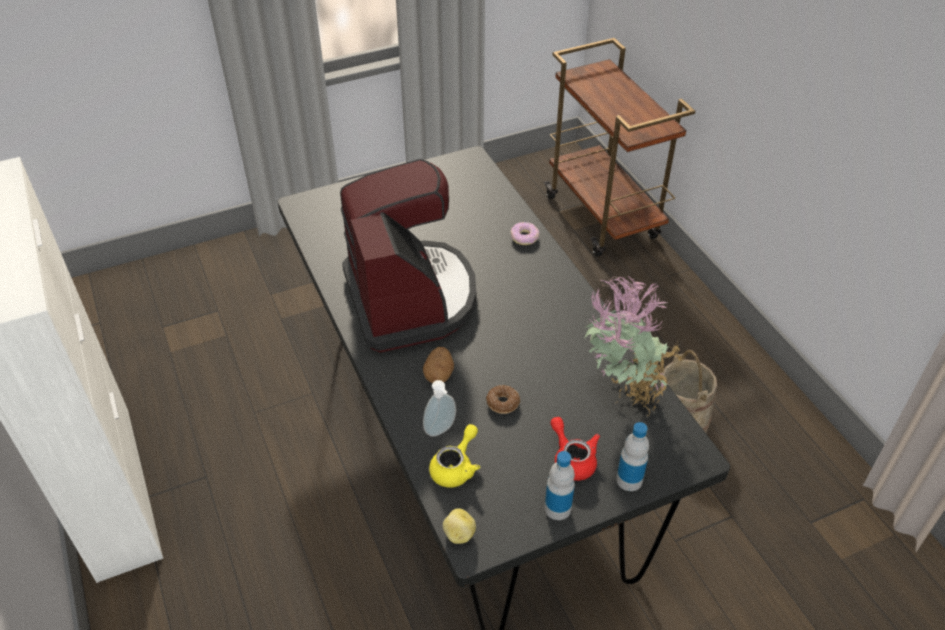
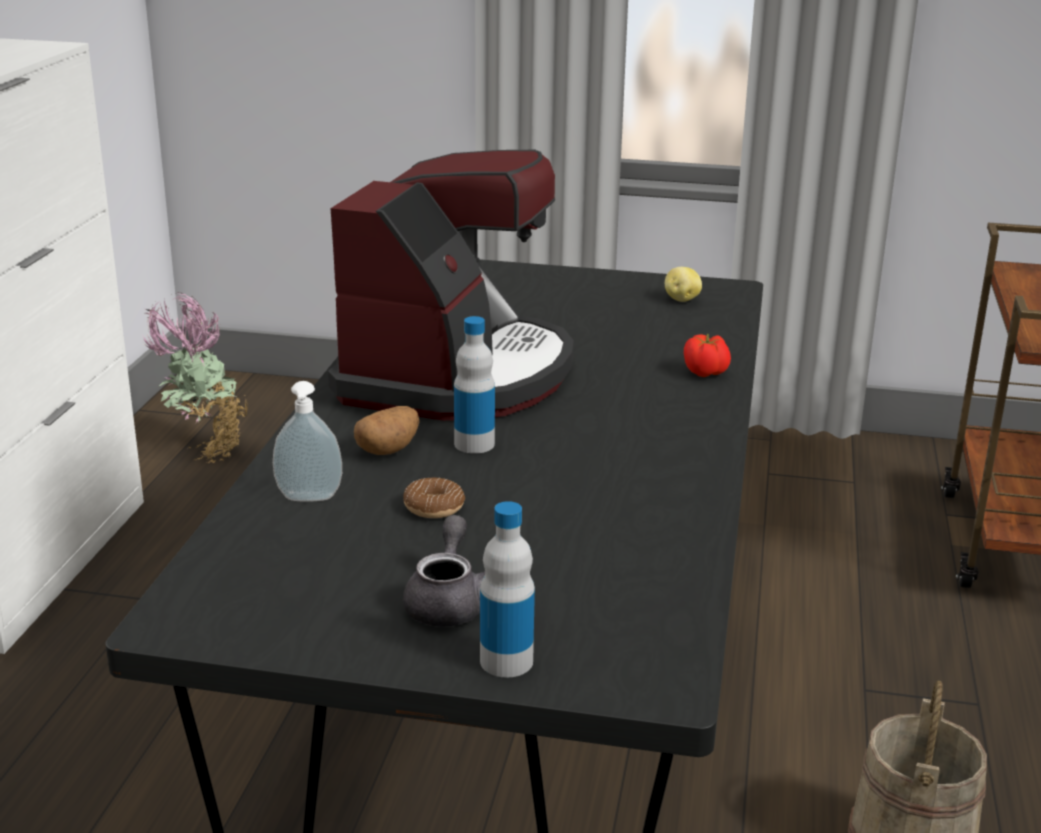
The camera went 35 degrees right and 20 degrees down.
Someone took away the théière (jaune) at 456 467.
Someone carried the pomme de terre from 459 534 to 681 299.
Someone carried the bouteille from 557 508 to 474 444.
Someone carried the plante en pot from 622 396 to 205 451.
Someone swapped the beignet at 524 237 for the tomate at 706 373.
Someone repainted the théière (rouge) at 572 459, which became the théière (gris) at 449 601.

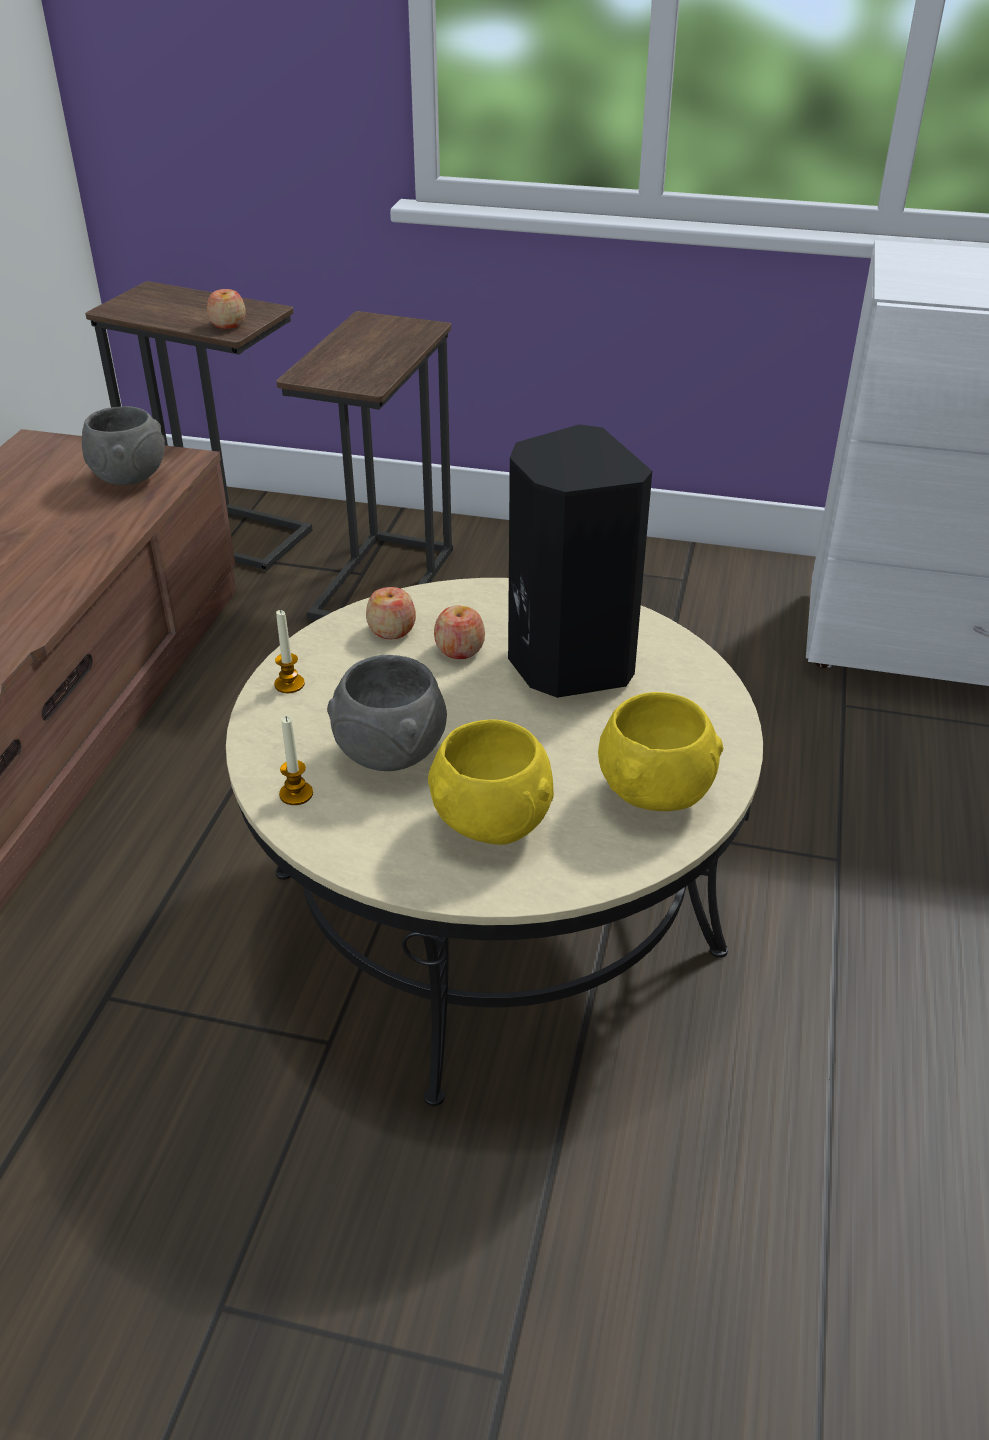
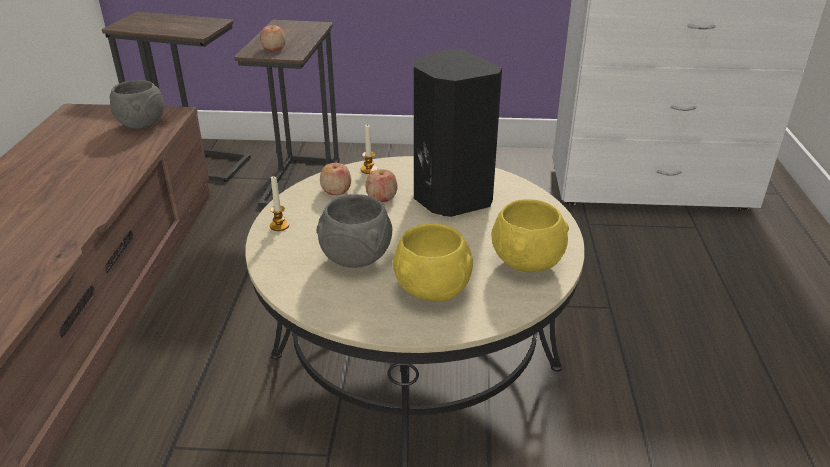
The camera went 10 degrees left and 5 degrees down.
Someone carried the pomme from 228 324 to 274 48.
Someone carried the bougie from 296 794 to 369 170.

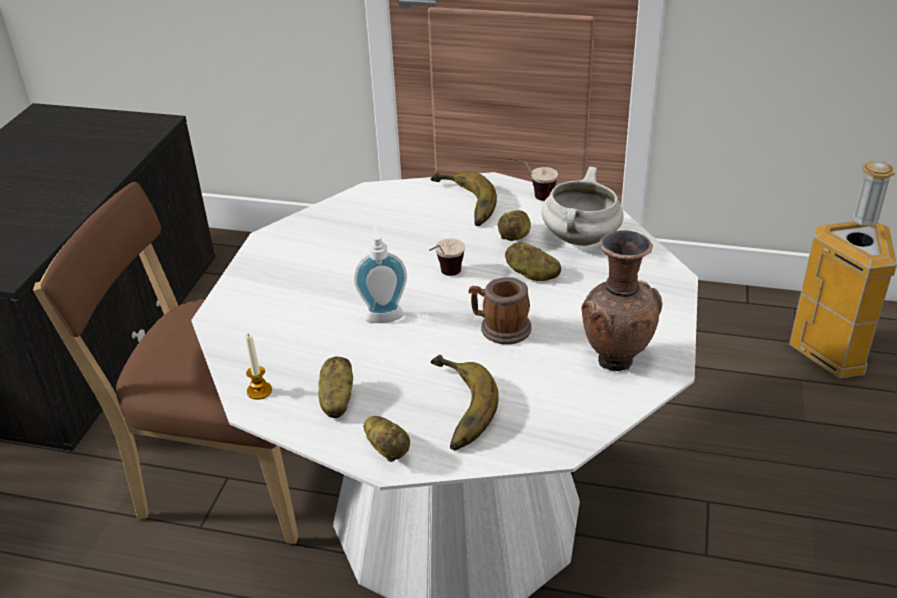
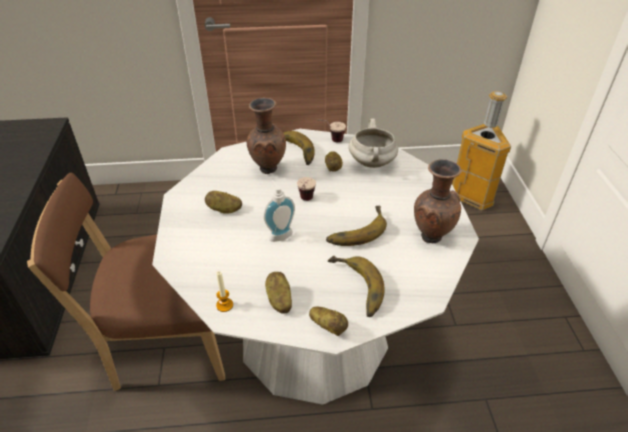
The camera went 20 degrees left and 5 degrees up.
Someone put down the vase (marron) at 267 168.
Someone carried the pomme de terre from 532 275 to 224 210.
Someone swapped the mug at 500 328 for the banane at 355 229.

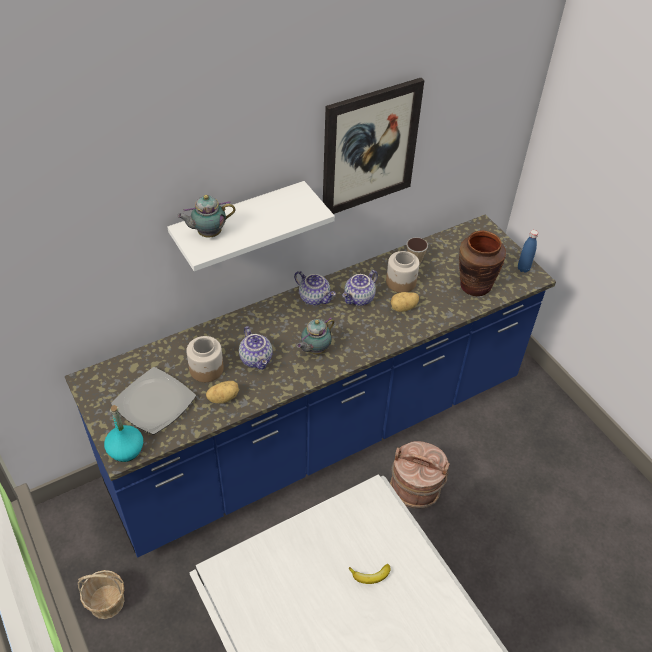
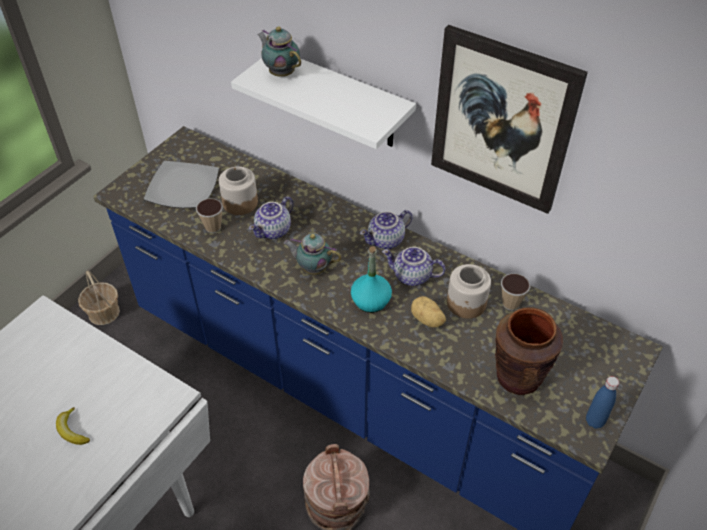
The camera went 65 degrees right and 0 degrees up.
Someone carried the bouteille (turquoise) from 126 450 to 370 301.
Someone swapped the pomme de terre at 223 397 for the tasse at 213 227.
Someone rotated the théière at 315 298 by 45 degrees clockwise.

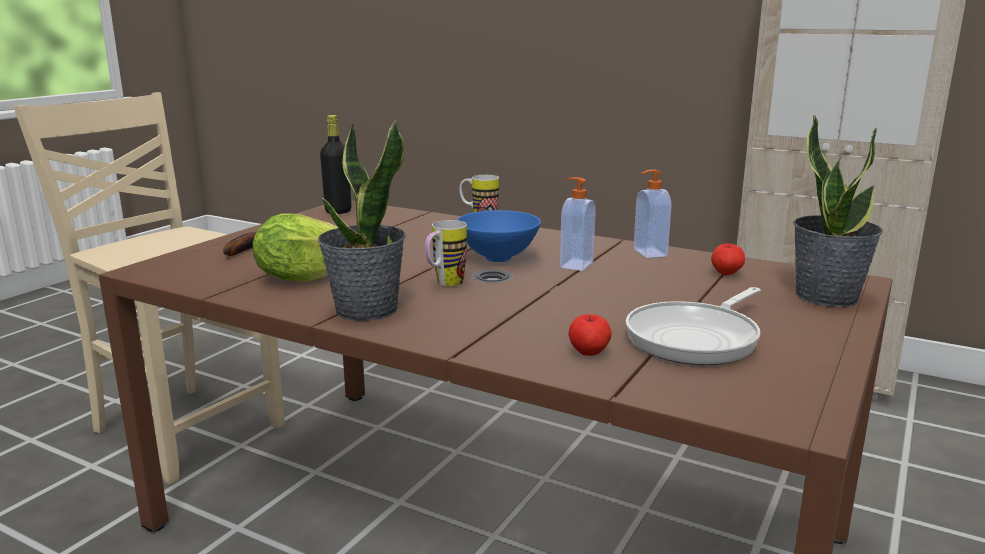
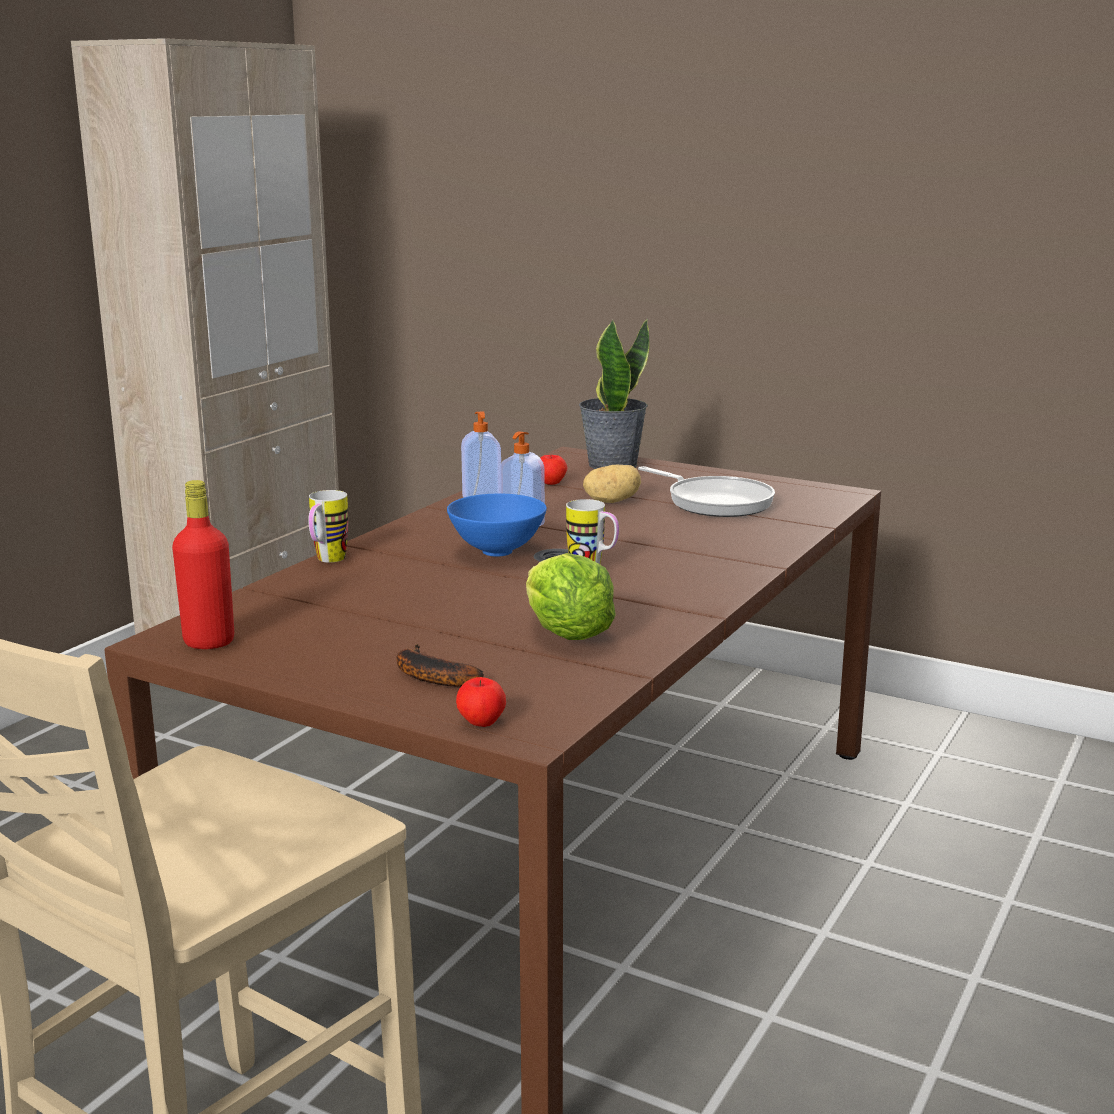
The camera went 90 degrees left and 0 degrees up.
Someone took away the plante en pot at 366 310.
Someone put down the pomme de terre at 611 501.
Someone carried the pomme from 589 352 to 481 722.
Someone repainted the bouteille (noir) at 338 211, which became the bouteille (rouge) at 209 642.

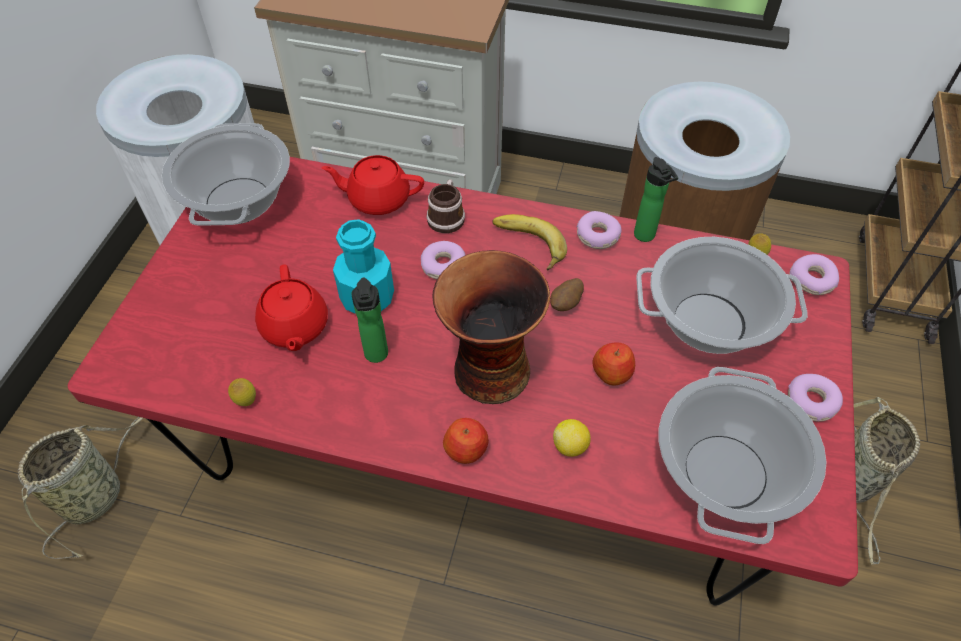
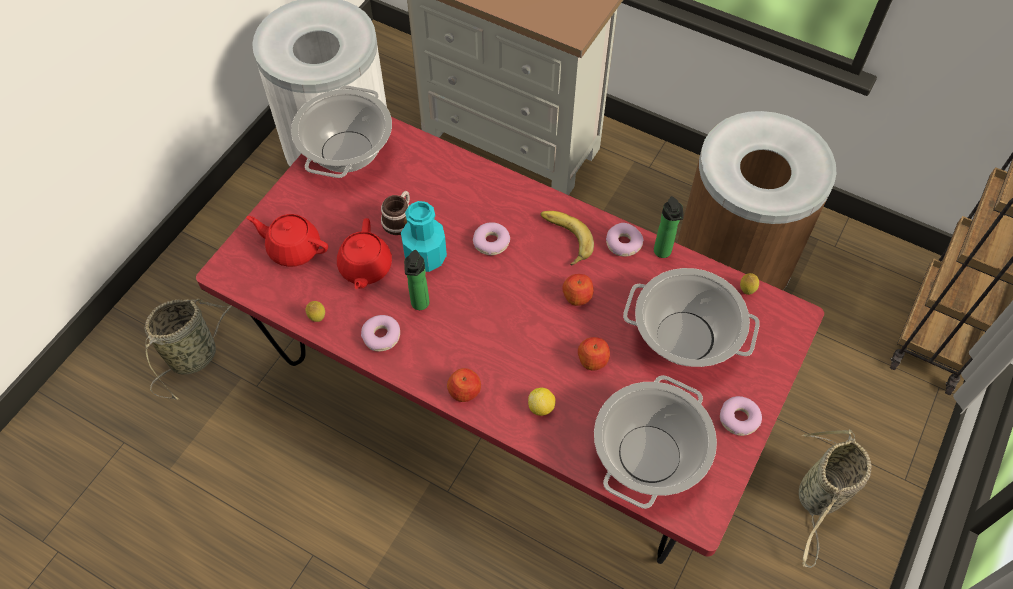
The camera went 15 degrees right and 5 degrees up.
Someone took away the vase at 488 371.
Someone carried the théière (rouge) from 378 199 to 293 248.
Someone carried the mug from 447 216 to 400 219.
Someone carried the beignet from 812 280 to 382 336.
Someone swapped the pomme de terre at 566 304 for the pomme at 577 296.

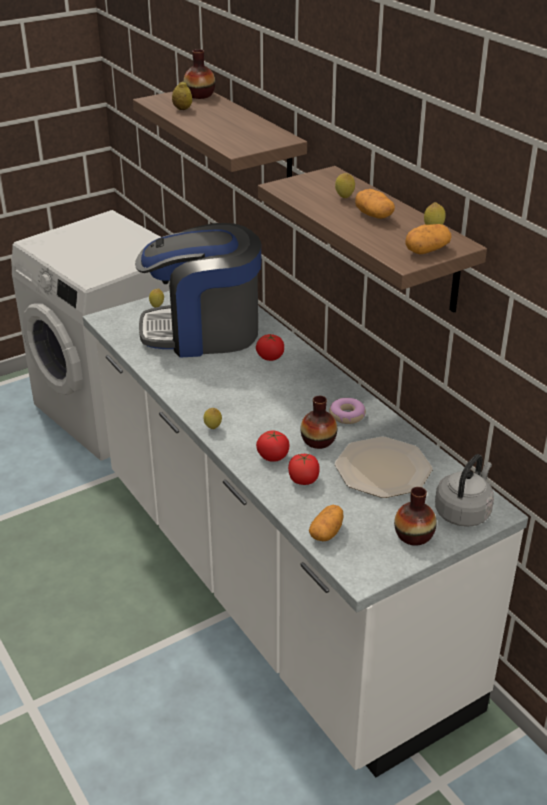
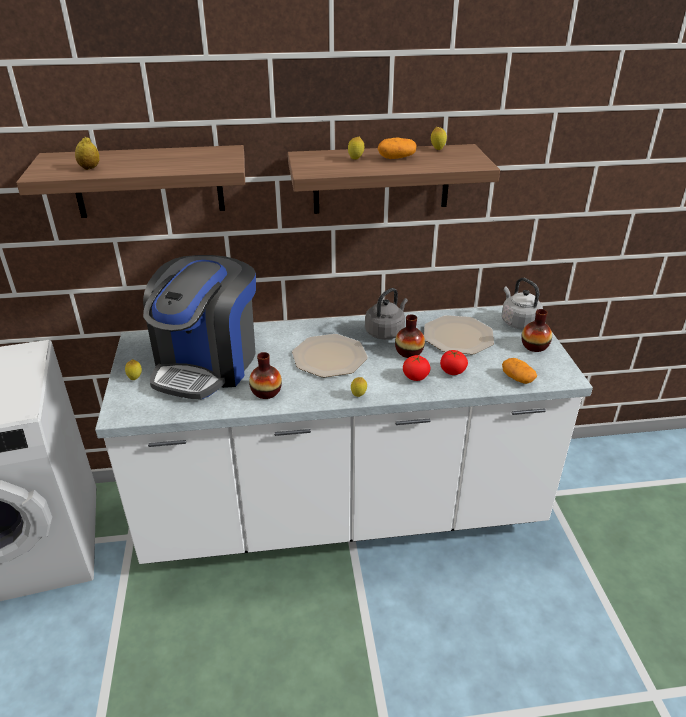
The camera went 65 degrees left and 0 degrees up.
Someone took away the tomate at 270 357.
Someone took away the pomme de terre at 426 250.
Someone put down the assiette at 328 357.
Someone carried the vase from 200 95 to 266 392.
Someone swapped the beignet at 347 415 for the bouilloire (gris) at 386 332.

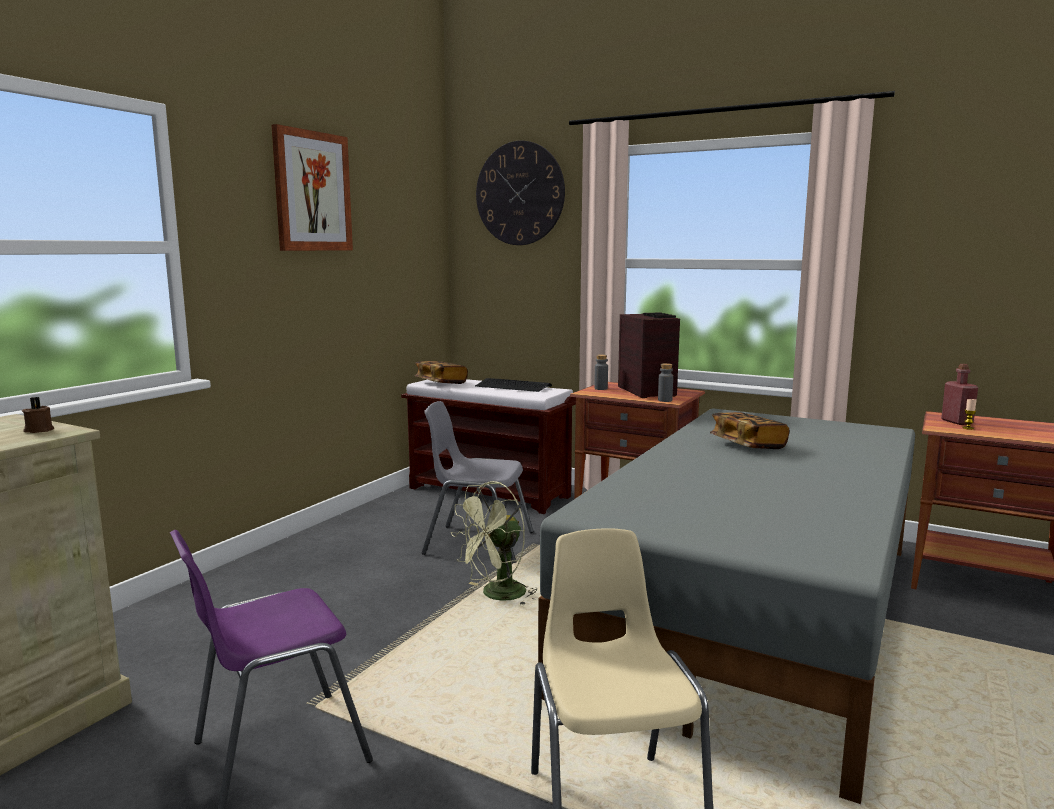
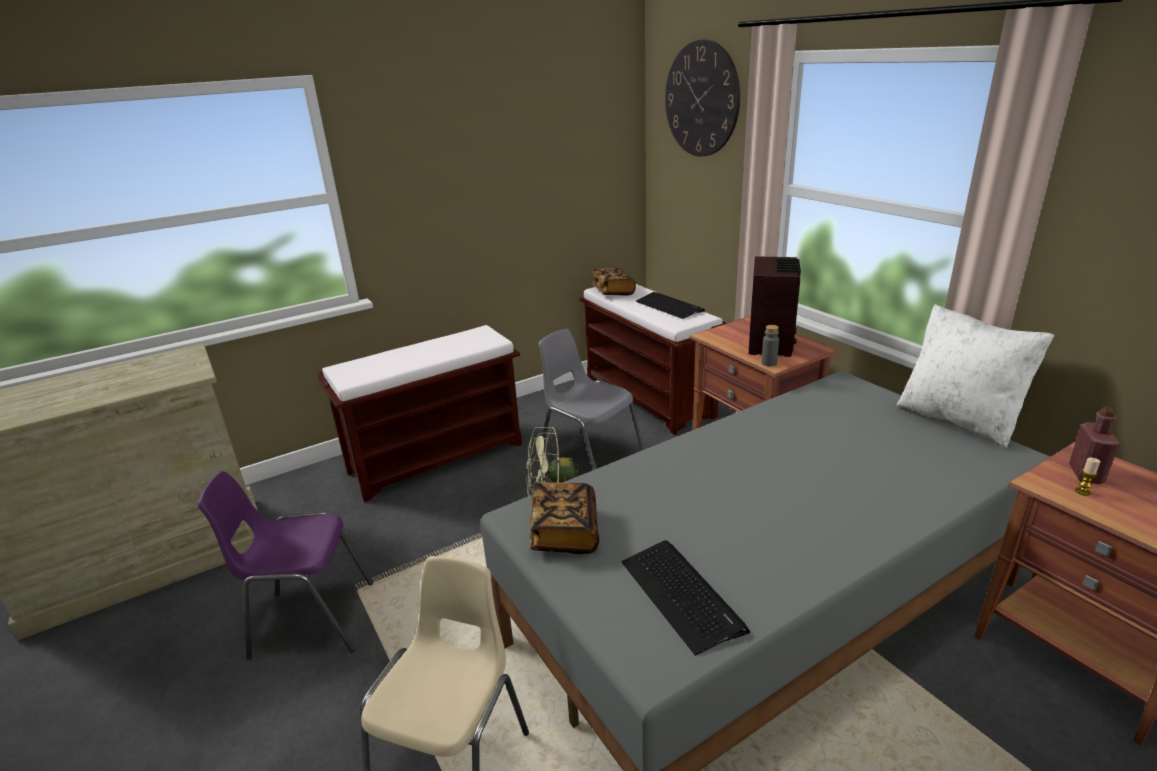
The camera went 30 degrees right and 15 degrees up.
Someone took away the bougie (marron) at 39 430.
Someone took away the tableau at 312 191.
Someone took away the bouteille (gris) at 601 388.
Someone put down the banc (marron) at 437 456.
Someone put down the clavier at 681 595.
Someone put down the coussin (blanc) at 958 419.
Someone carried the livre from 747 445 to 564 533.

